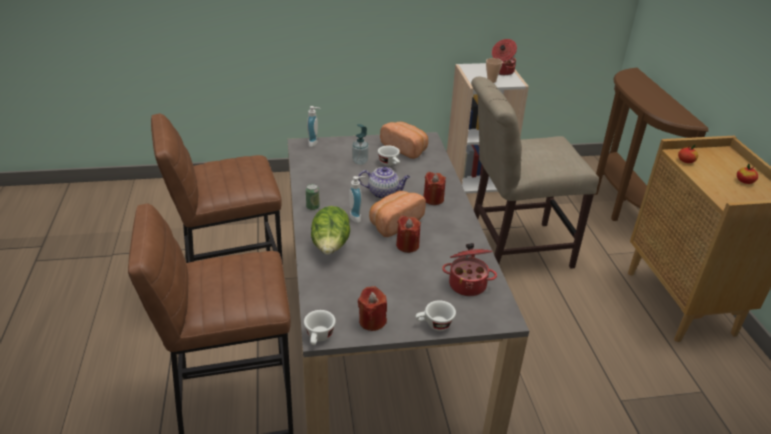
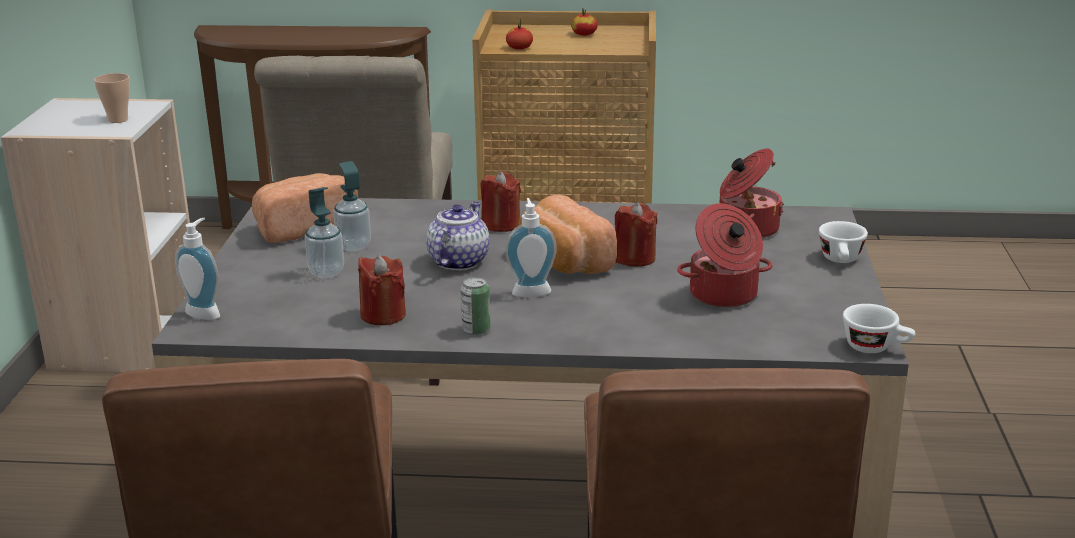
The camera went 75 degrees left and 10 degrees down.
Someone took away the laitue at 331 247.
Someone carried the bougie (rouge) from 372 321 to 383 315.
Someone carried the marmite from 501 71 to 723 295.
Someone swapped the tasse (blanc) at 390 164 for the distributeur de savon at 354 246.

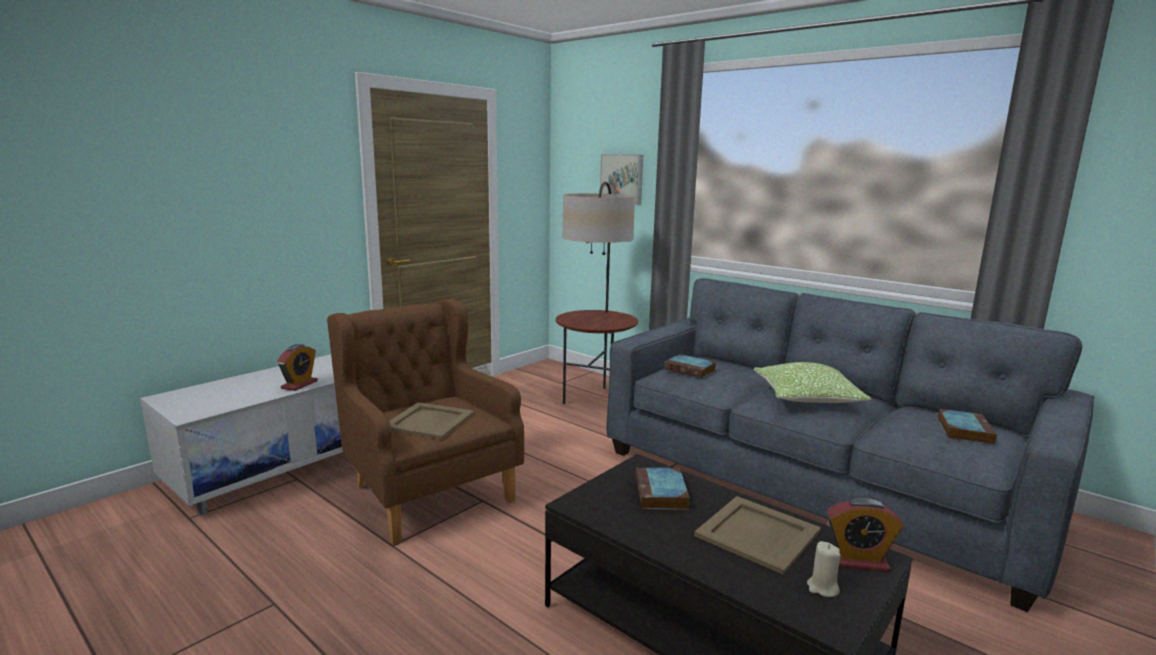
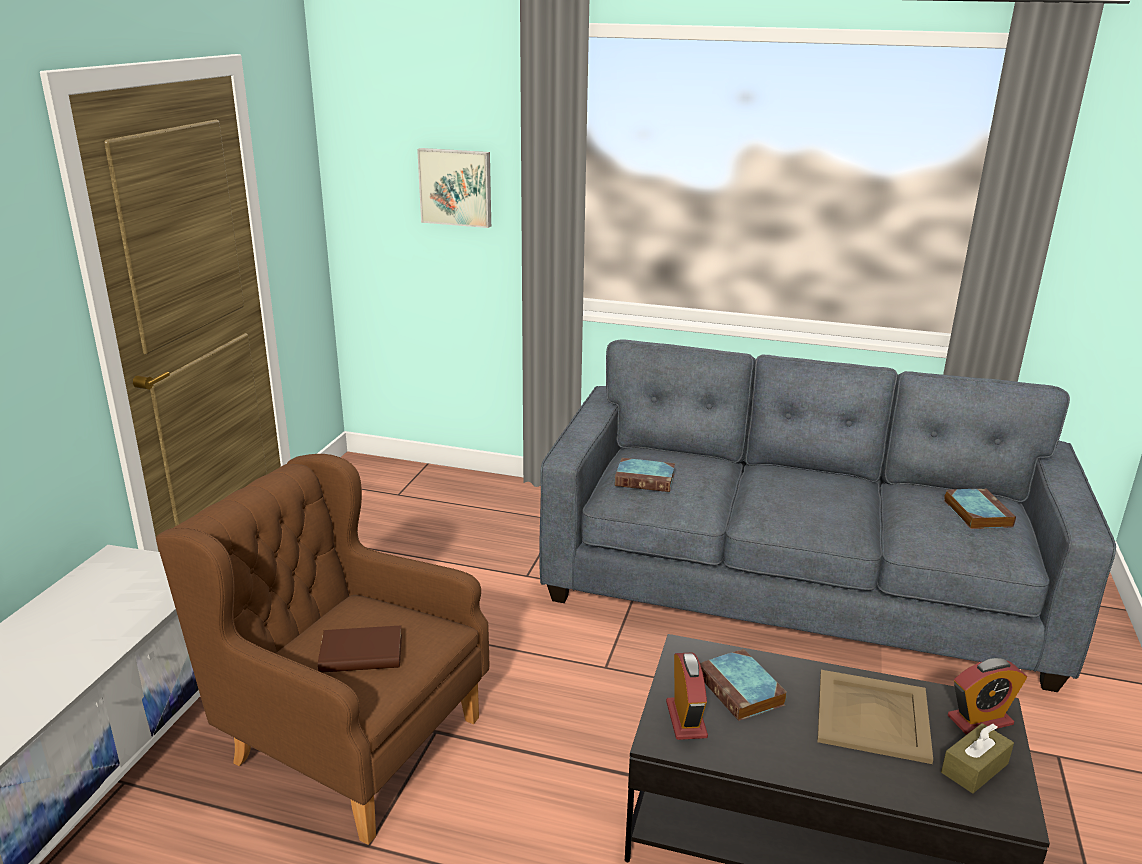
The camera went 25 degrees left and 10 degrees up.
Someone took away the lampadaire at 594 398.
Someone took away the coussin at 807 398.
Someone carried the réveil from 299 384 to 686 719.
Someone swapped the plateau (beige) at 429 420 for the livre (marron) at 361 654.
Someone swapped the bougie (beige) at 822 588 for the boîte à mouchoirs (marron) at 974 768.

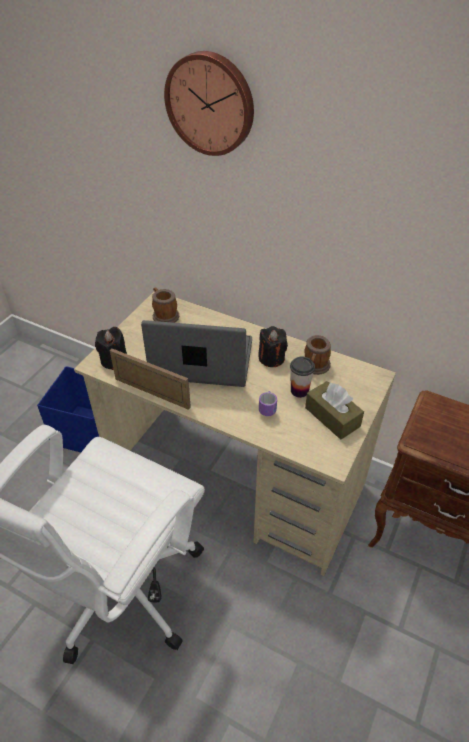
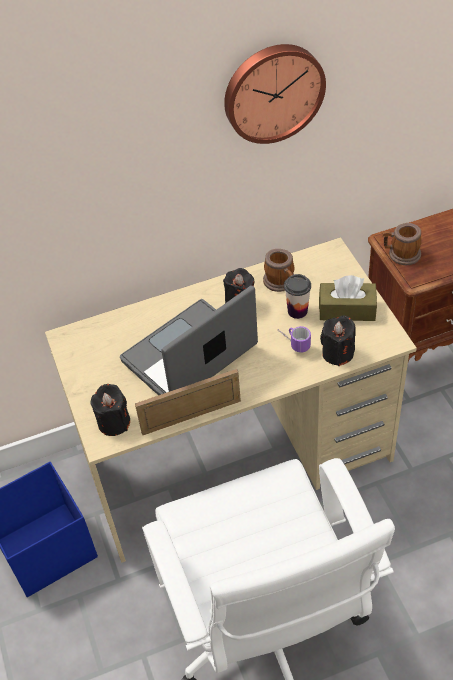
The camera went 45 degrees left and 5 degrees up.
Someone put down the bougie (noir) at 337 353.
Someone carried the mug from 164 315 to 401 254.
Someone carried the horloge murale from 211 103 to 272 92.

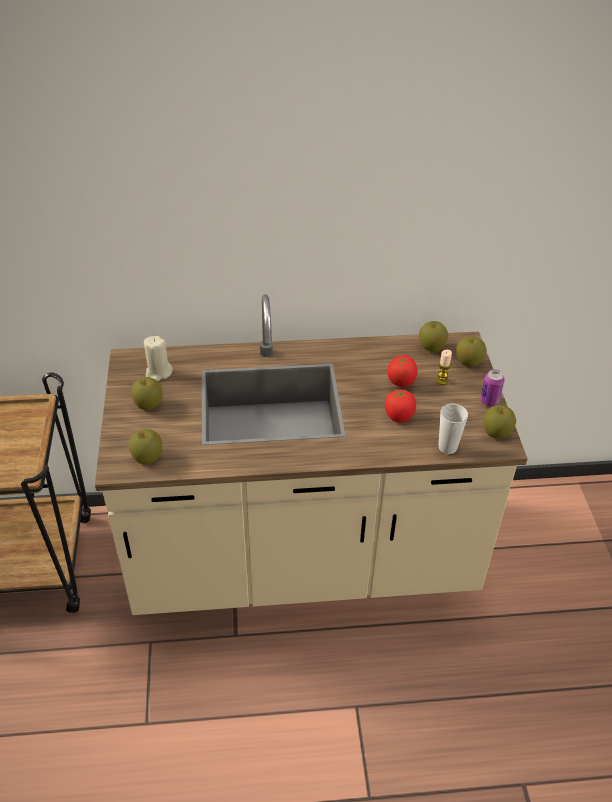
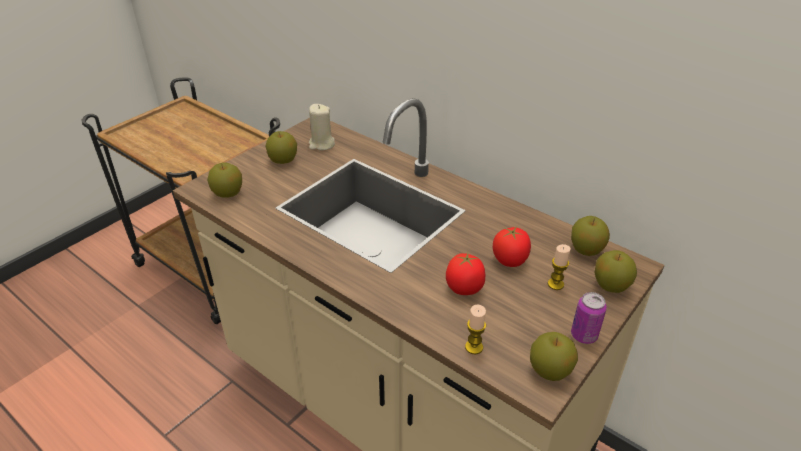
The camera went 45 degrees right and 5 degrees down.
Someone swapped the tasse at 447 447 for the bougie at 474 347.

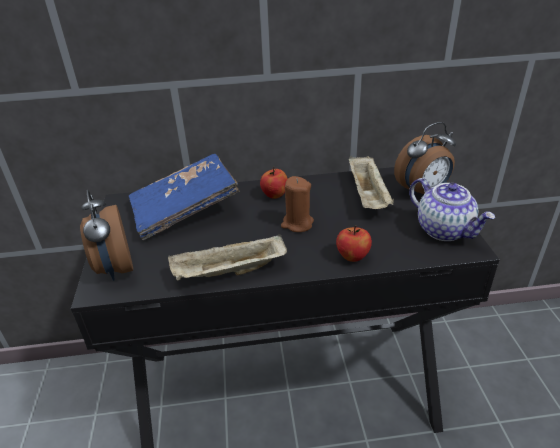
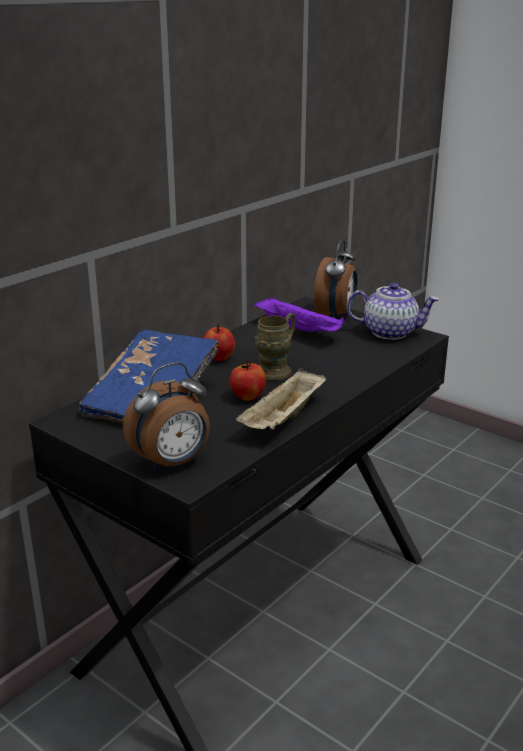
The camera went 45 degrees left and 10 degrees down.
Someone carried the pomme from 352 257 to 247 397.
Someone swapped the bougie (marron) at 297 224 for the mug (marron) at 277 369.
Someone repainted the plateau (beige) at 368 196, which became the plateau (violet) at 299 331.
Someone rotated the réveil at 114 268 by 60 degrees counterclockwise.

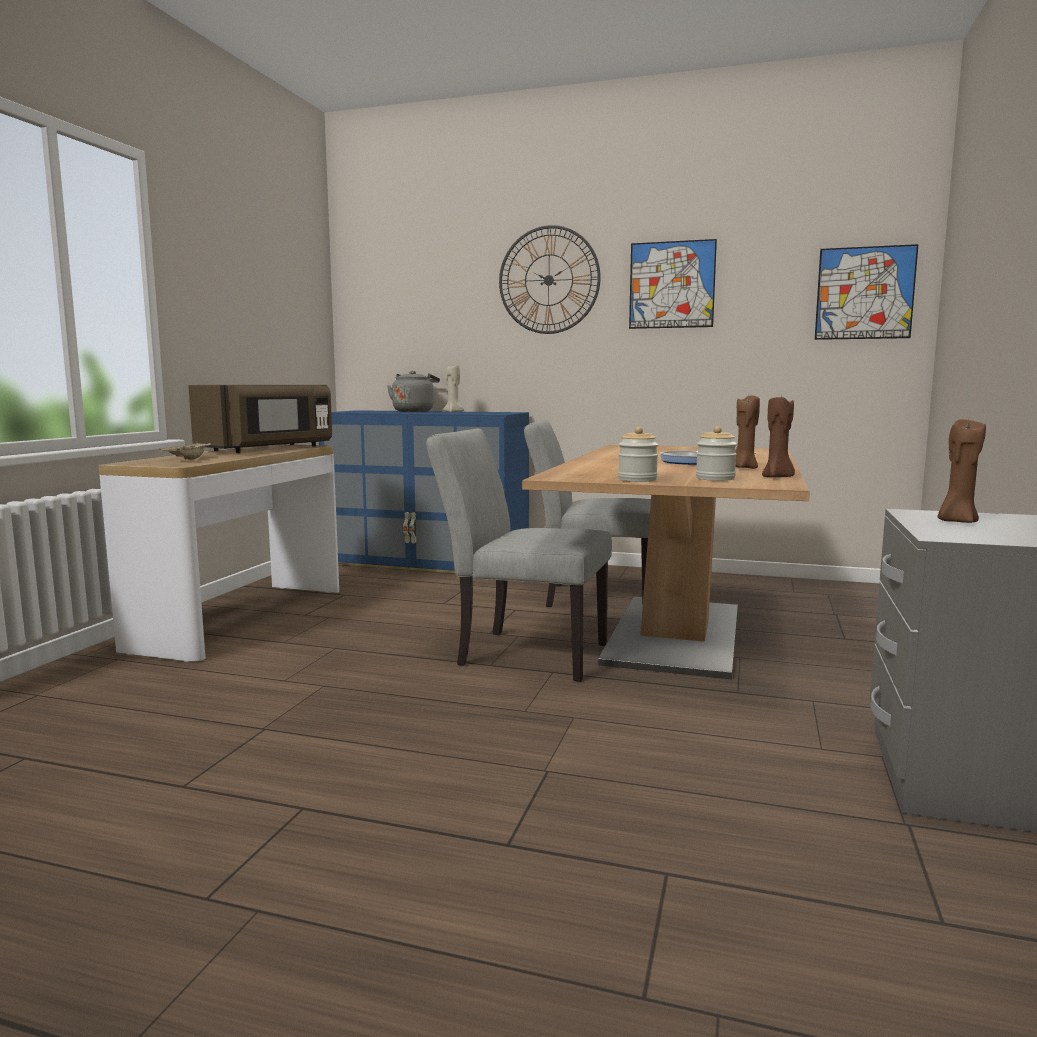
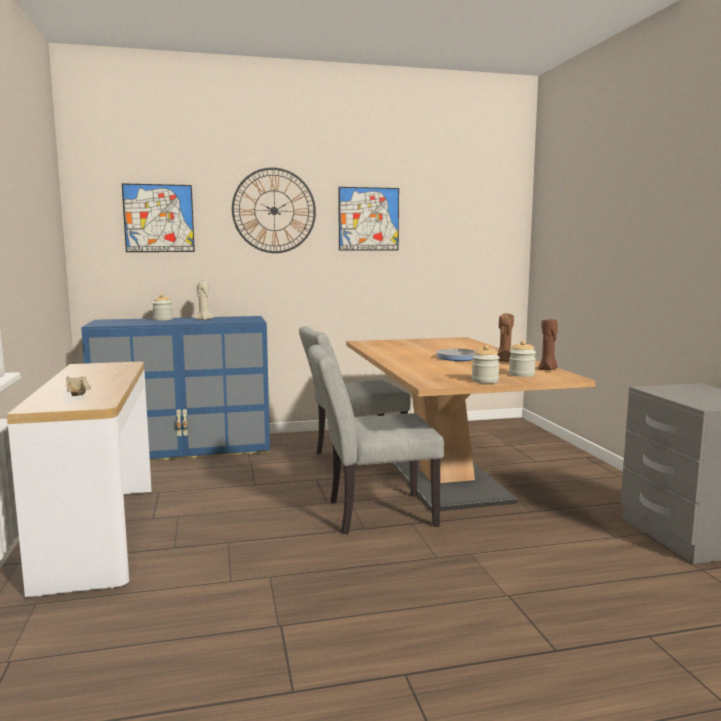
The camera went 30 degrees left and 0 degrees up.
Someone took away the micro-ondes (marron) at 268 448.
Someone took away the bougie (marron) at 956 521.
Someone carried the tableau from 864 293 to 159 218.
Someone swapped the bouilloire (gris) at 414 411 for the bocal at 163 319.

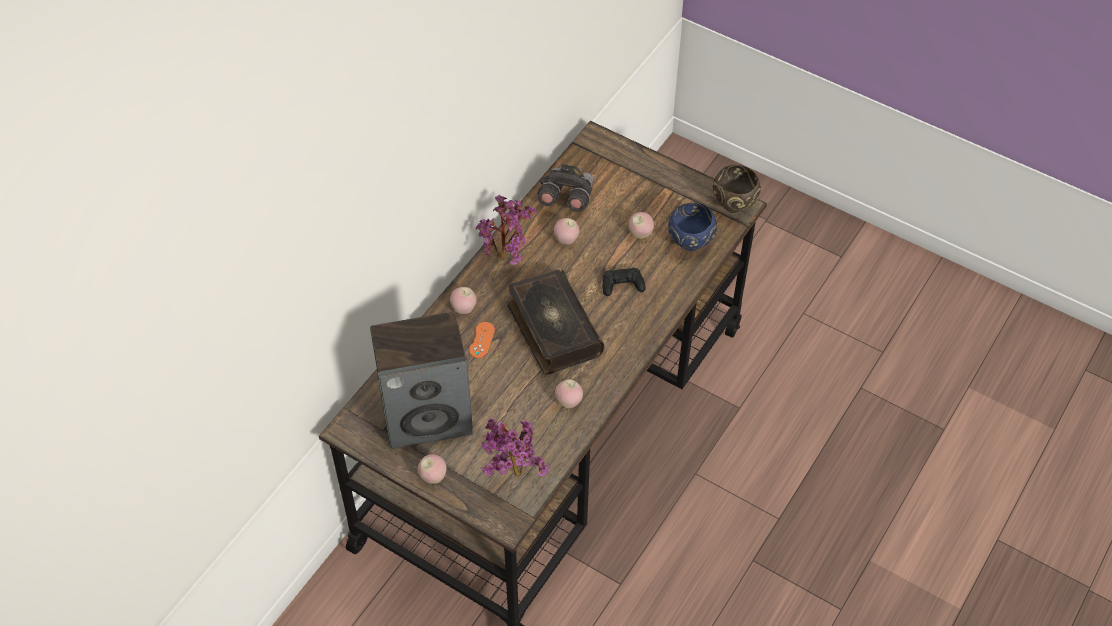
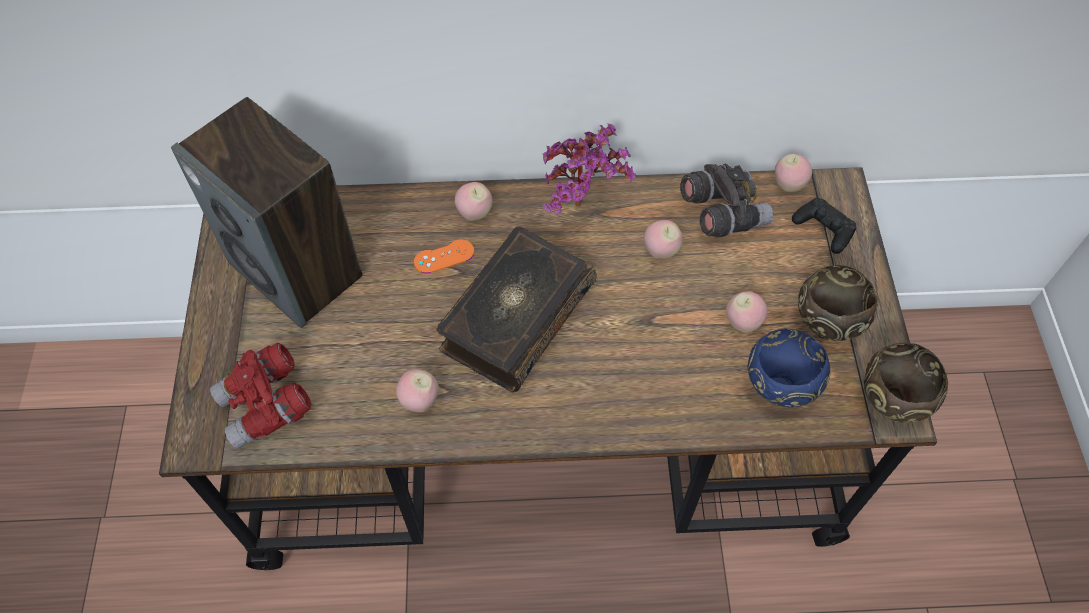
The camera went 55 degrees right and 5 degrees up.
Someone put down the bol (marron) at 824 325.
Someone carried the pomme from 433 476 to 788 185.
Someone carried the manette (noir) from 622 285 to 823 229.
Someone swapped the plante en pot at 512 476 for the jumelles (rouge) at 267 406.

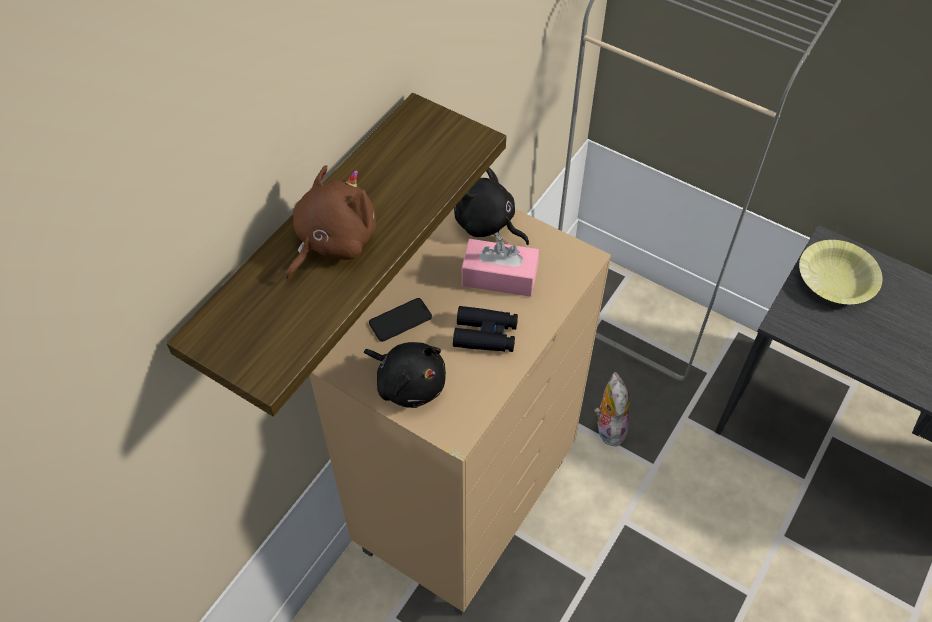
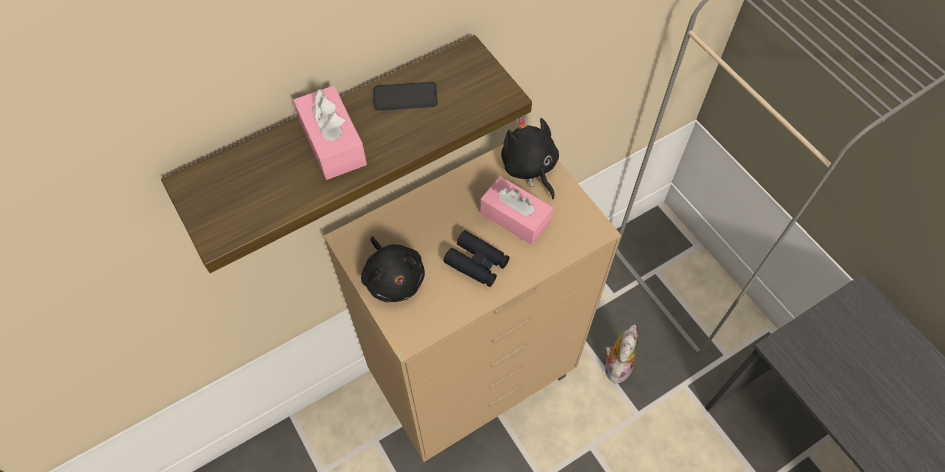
The camera went 25 degrees right and 5 degrees up.
Someone took away the bol (jaune) at 835 280.
Someone carried the téléphone from 400 320 to 405 97.
Someone swapped the peluche (marron) at 332 241 for the boîte à mouchoirs (rose) at 332 143.

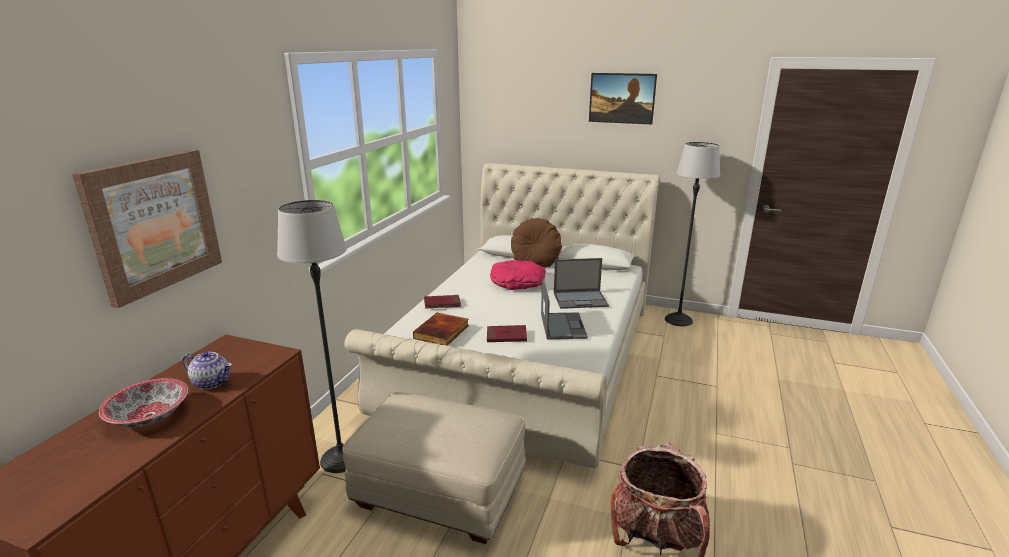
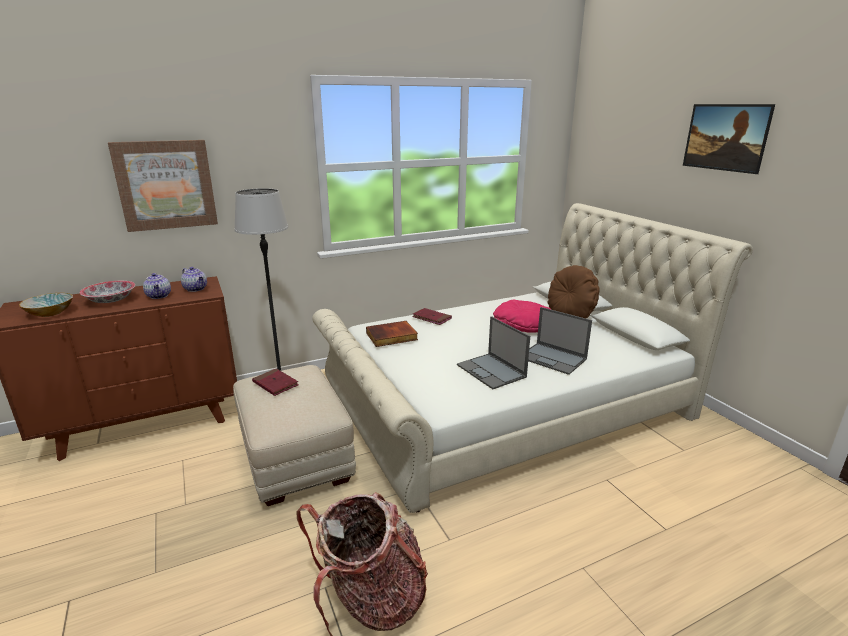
The camera went 45 degrees right and 0 degrees up.
Someone took away the lampadaire at 678 320.
Someone put down the bol at 51 313.
Someone put down the théière at 196 289.
Someone carried the livre (rouge) from 506 336 to 275 384.
Someone rotated the ordinateur portable at 562 325 by 105 degrees clockwise.

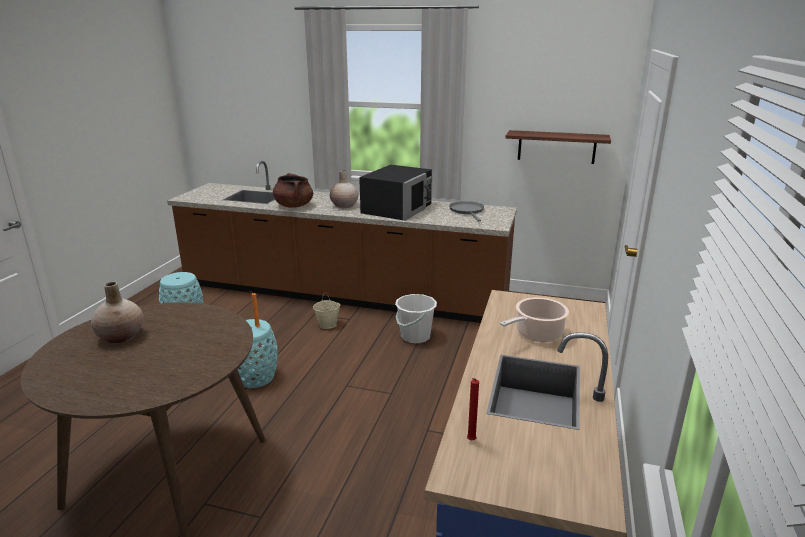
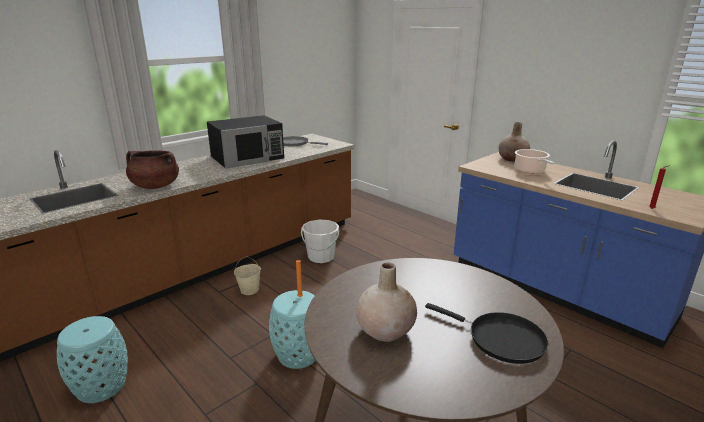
The camera went 60 degrees left and 0 degrees up.
Someone took away the étagère at 556 147.
Someone put down the poêle (noir) at 500 339.
Someone carried the vase (beige) from 344 205 to 512 159.
Someone rotated the micro-ondes (noir) at 397 208 by 90 degrees clockwise.

